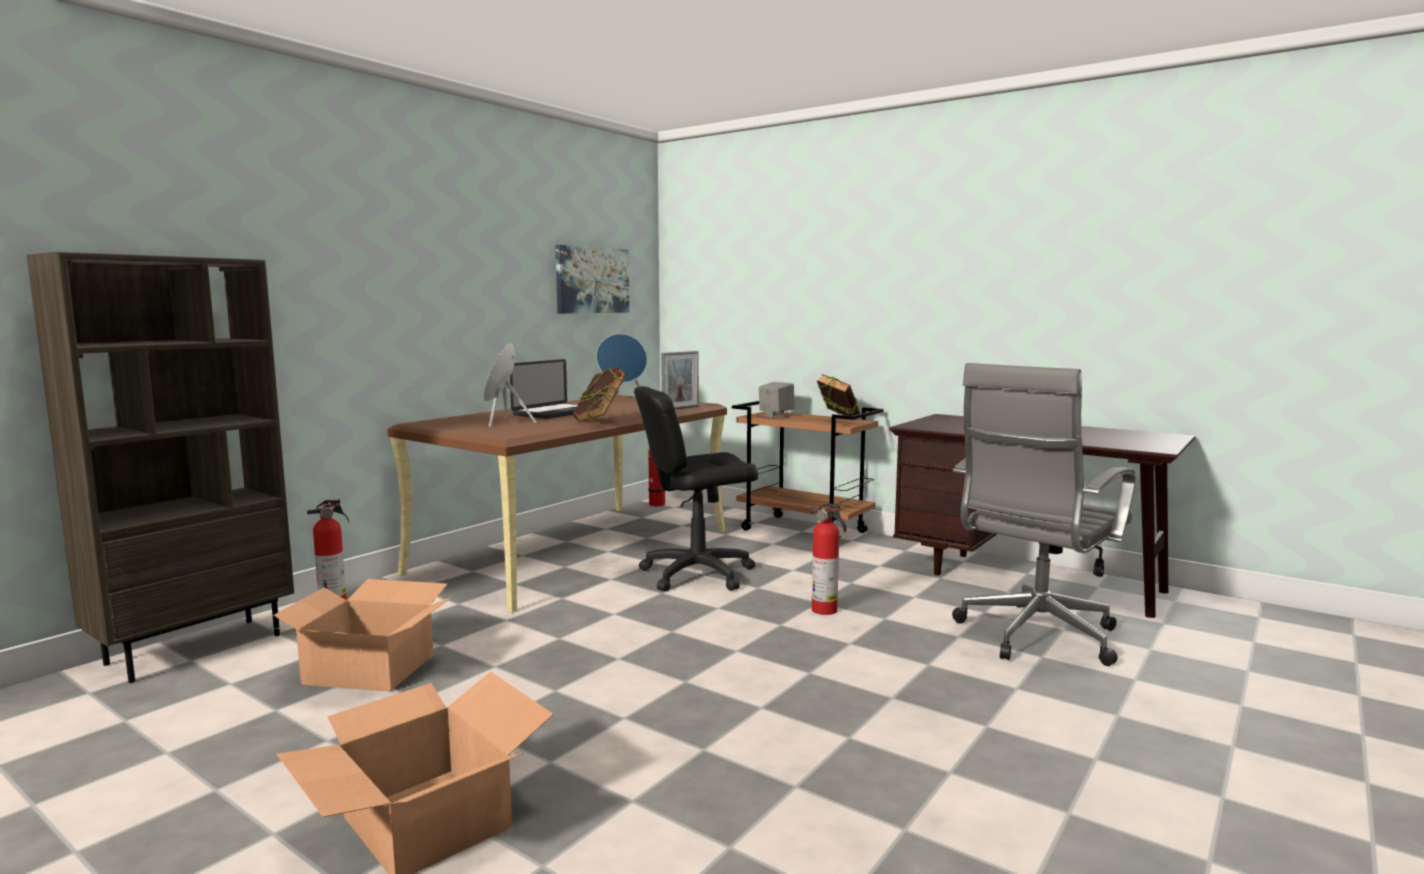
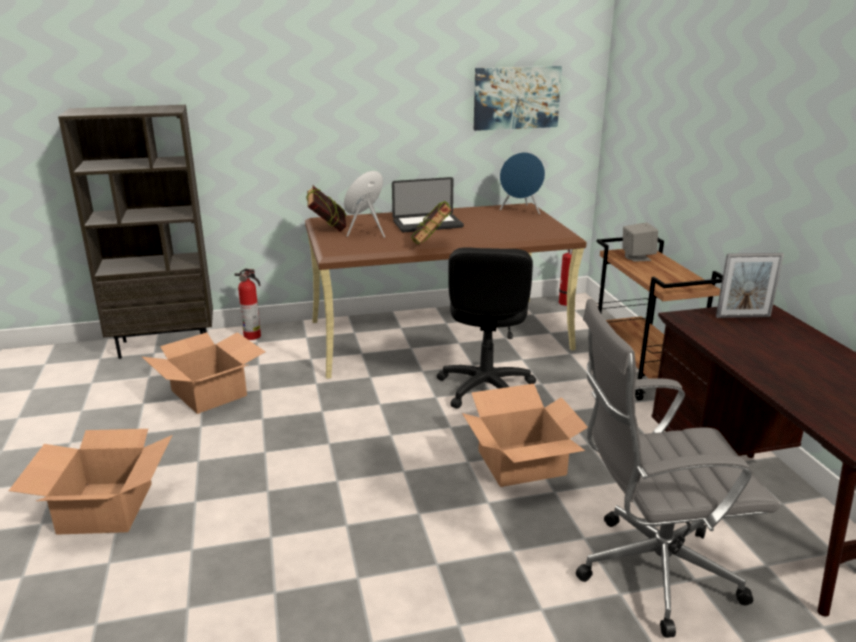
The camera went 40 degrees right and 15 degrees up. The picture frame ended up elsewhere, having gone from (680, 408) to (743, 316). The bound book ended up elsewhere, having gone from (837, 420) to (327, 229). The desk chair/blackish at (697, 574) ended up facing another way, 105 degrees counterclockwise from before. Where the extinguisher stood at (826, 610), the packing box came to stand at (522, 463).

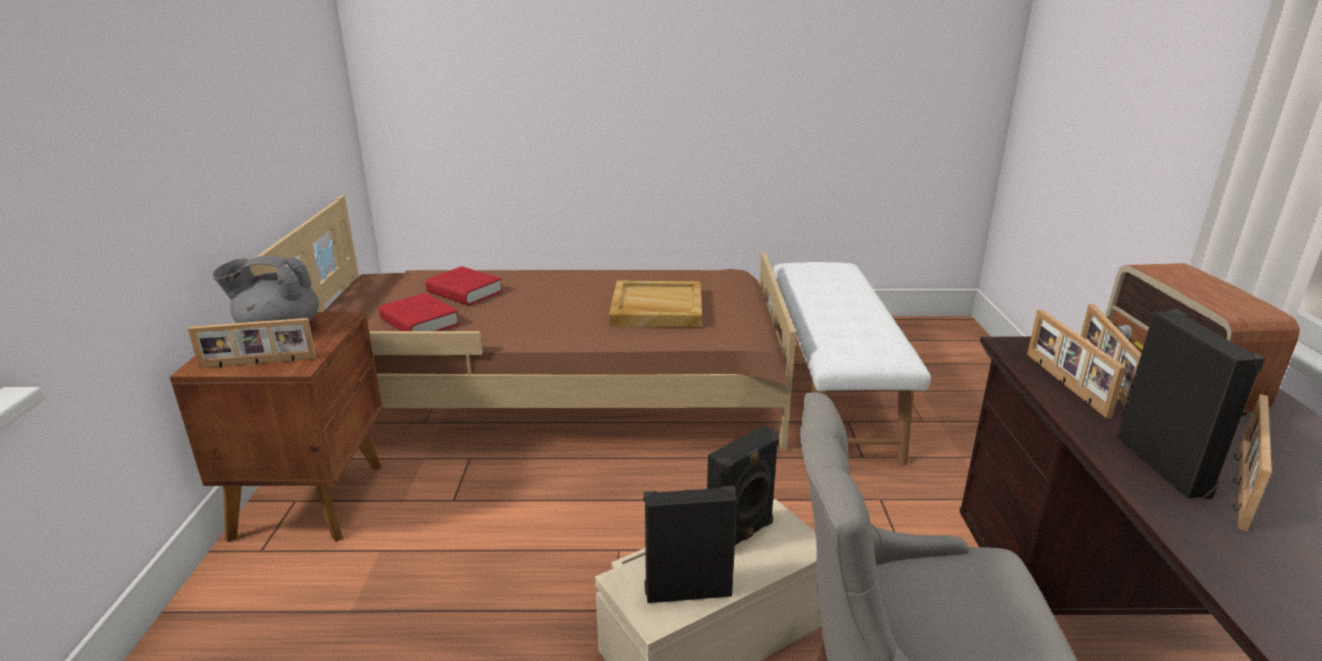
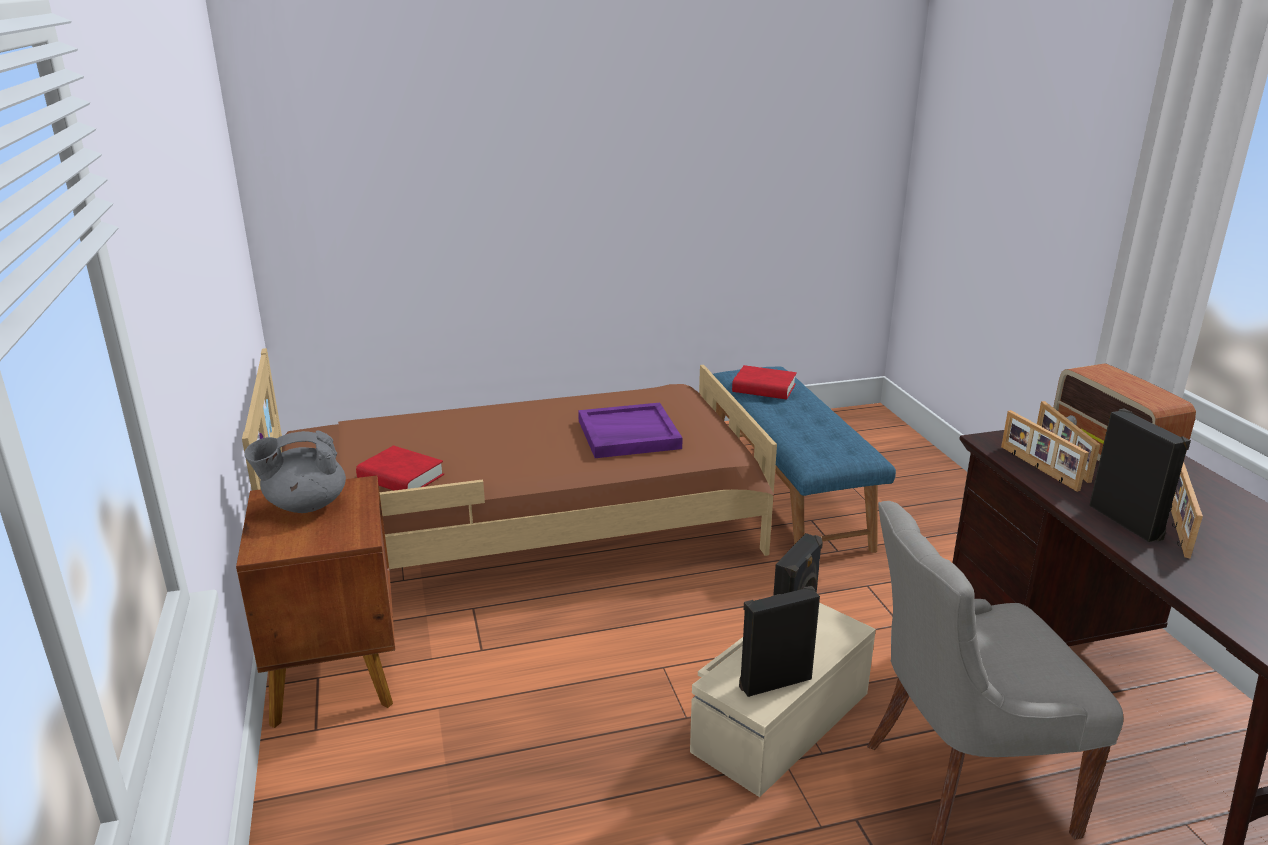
The camera went 15 degrees left and 0 degrees up. What was the long seat/whitish at (829, 393) turned into the long seat/blue-coloured at (784, 495). The bound book/red ended up elsewhere, having gone from (464, 292) to (764, 388). What was the carrying tray/sand-coloured at (656, 308) turned into the carrying tray/purplish at (628, 435). The second view lost the picture frame at (258, 363).

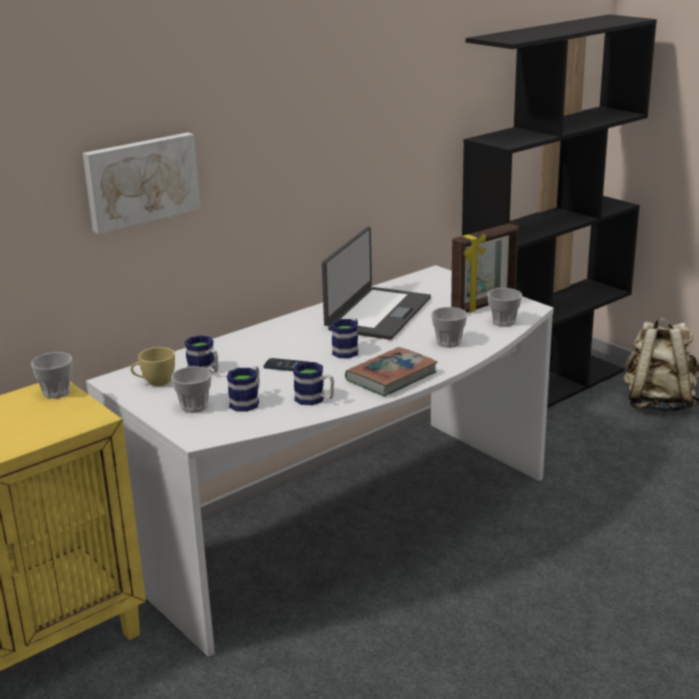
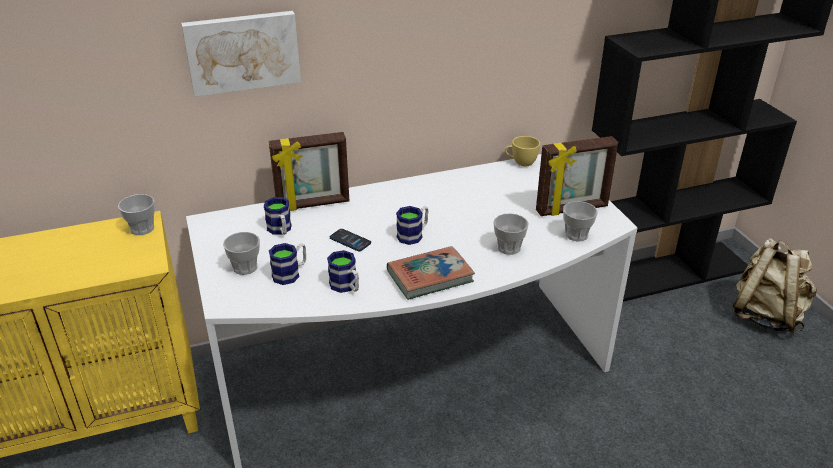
The camera went 20 degrees right and 10 degrees up. The second view lost the notebook computer at (377, 313). The drinking cup/yellow ended up elsewhere, having gone from (155, 382) to (520, 162). The second view gained the picture frame at (313, 204).

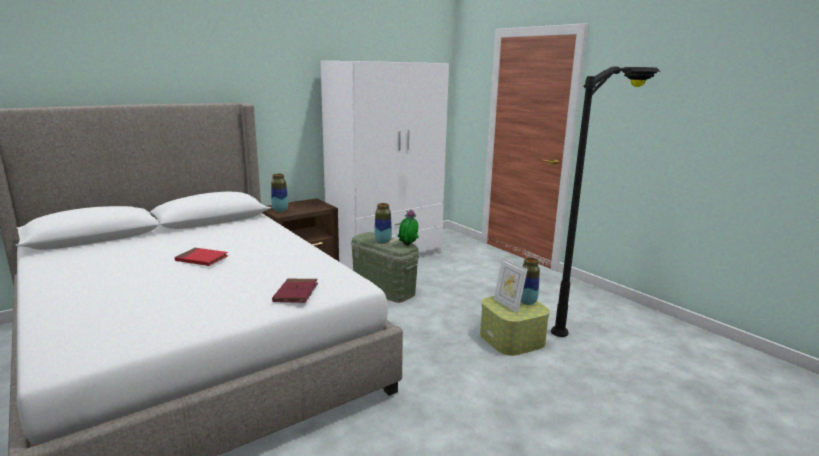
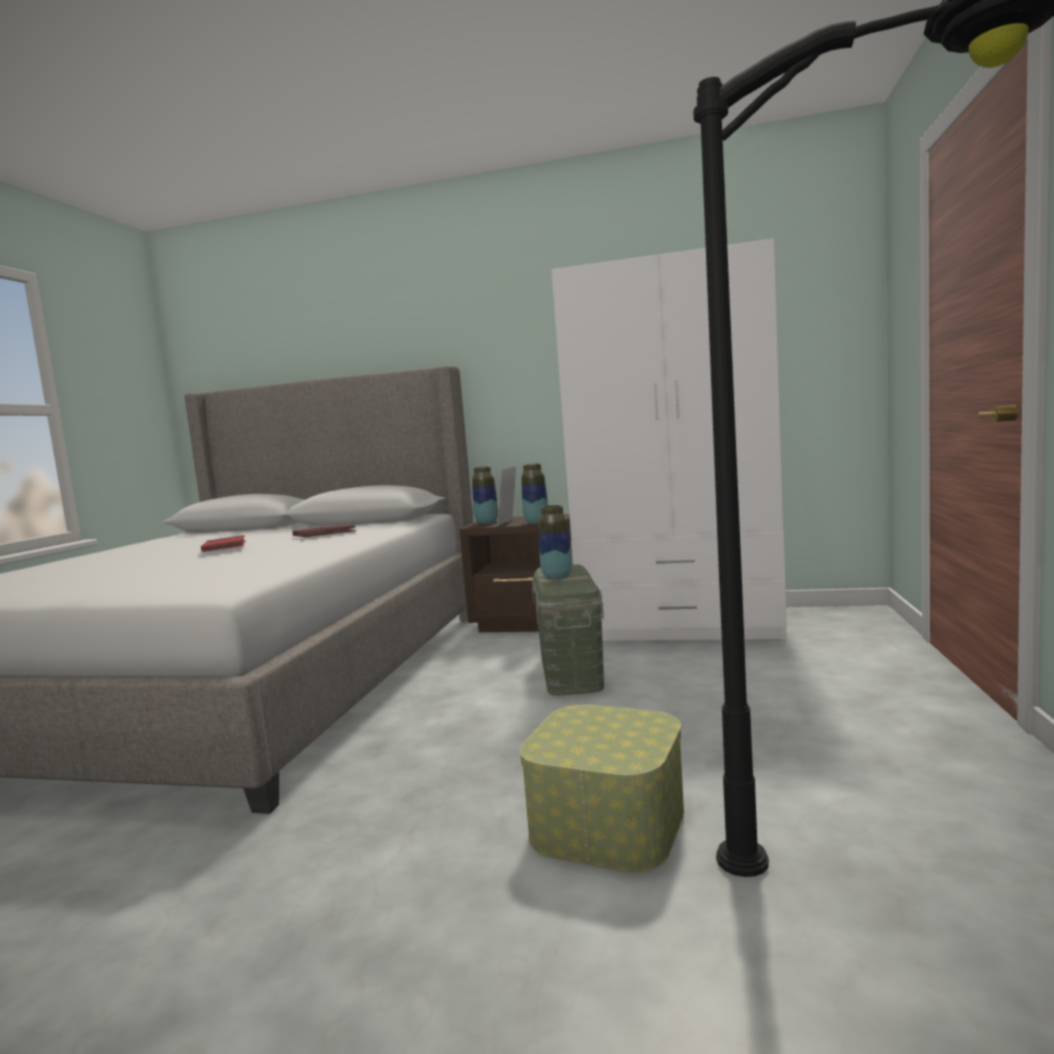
The camera went 50 degrees right and 10 degrees down. The second view lost the houseplant at (408, 246). The picture frame ended up elsewhere, having gone from (508, 305) to (509, 522). The decorative vase ended up elsewhere, having gone from (527, 302) to (536, 522). The bound book/red ended up elsewhere, having gone from (296, 293) to (324, 534).

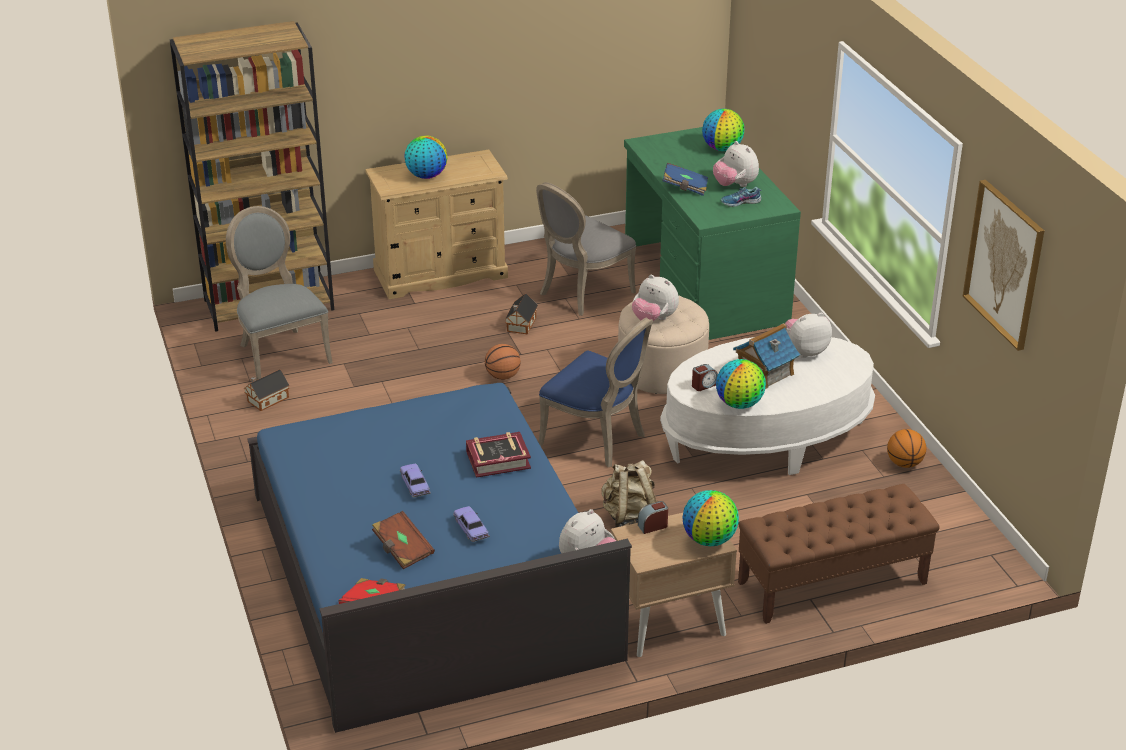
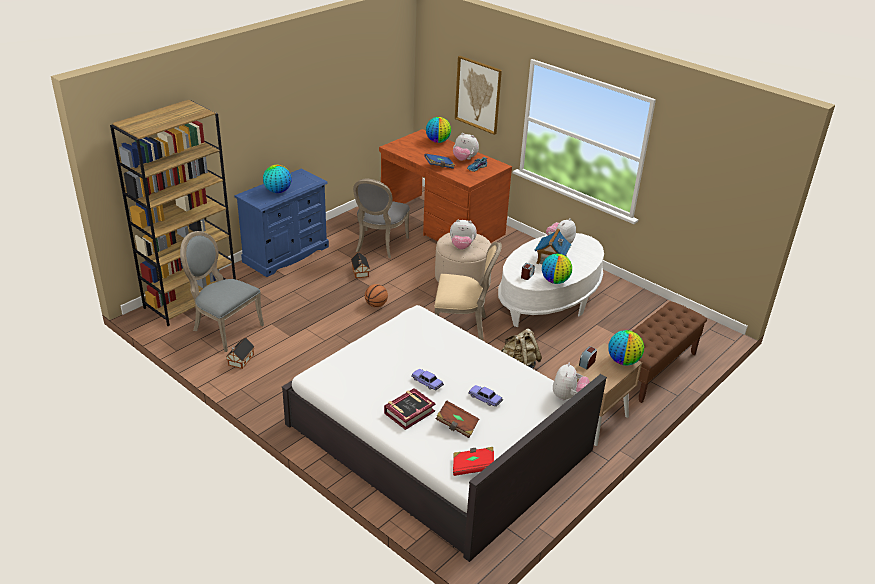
The camera went 30 degrees left and 0 degrees up. What was the desk/greenish at (703, 285) turned into the desk/brown-coloured at (441, 224). What was the drawer chest/sand-coloured at (441, 274) turned into the drawer chest/blue-coloured at (286, 254). The wall art ended up elsewhere, having gone from (1004, 264) to (478, 94). What was the chair/blue-coloured at (597, 439) turned into the chair/sand-coloured at (462, 326). What was the bedroom bed/blue-coloured at (430, 574) turned into the bedroom bed/whitish at (438, 438). The second view lost the ball for basketball at (904, 463). The bound book ended up elsewhere, having gone from (498, 460) to (409, 412).

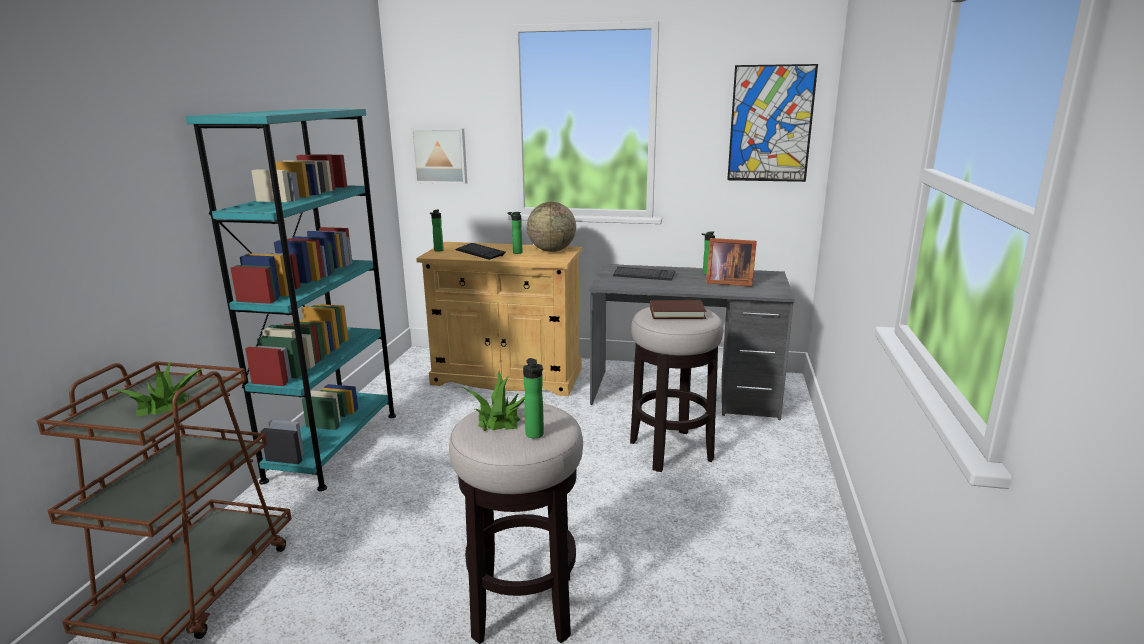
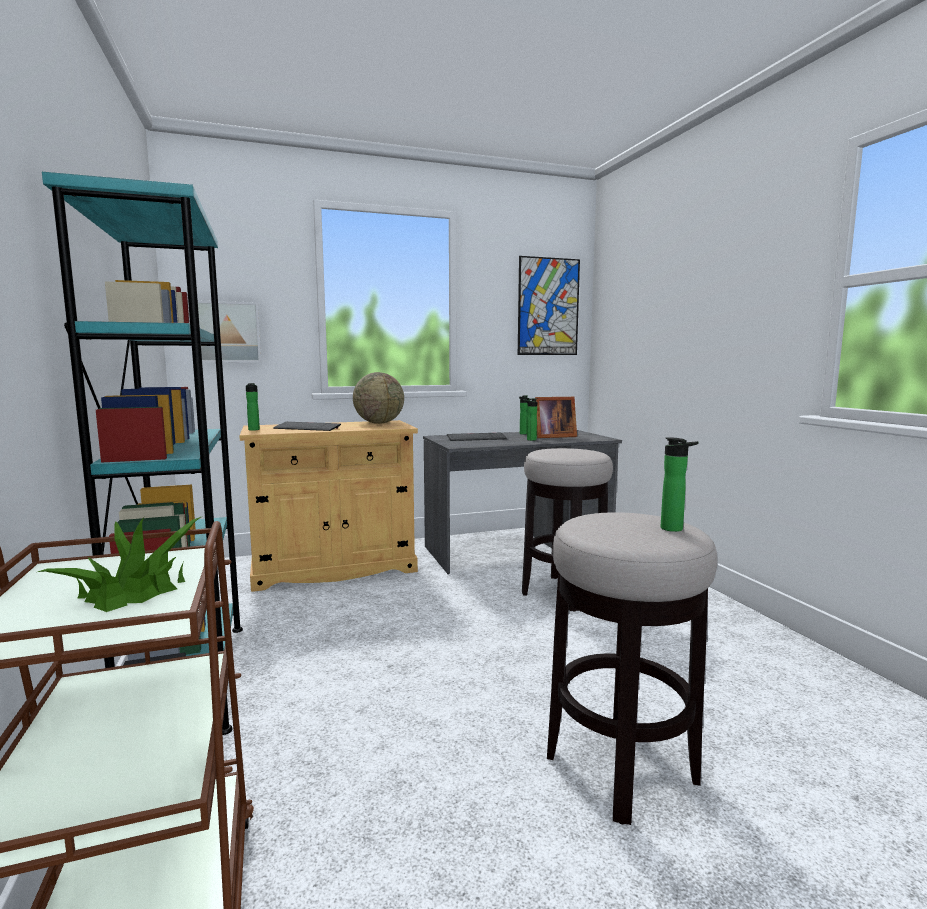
The camera went 30 degrees left and 10 degrees down. The drink bottle ended up elsewhere, having gone from (516, 252) to (530, 440). The second view lost the bound book/brown-coloured at (677, 313). The second view lost the houseplant at (499, 418).

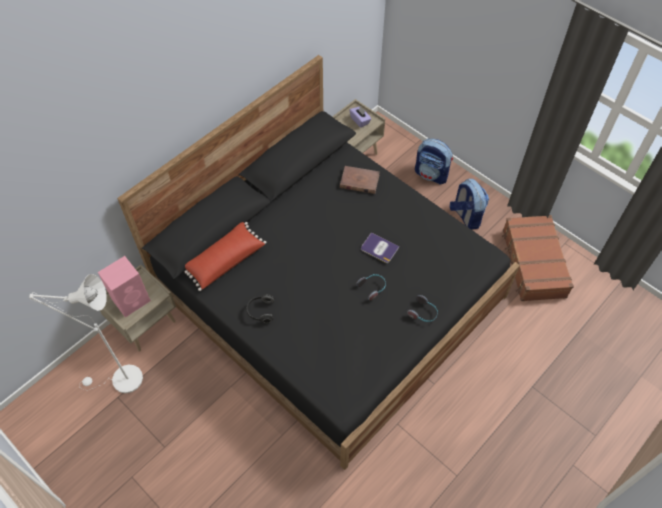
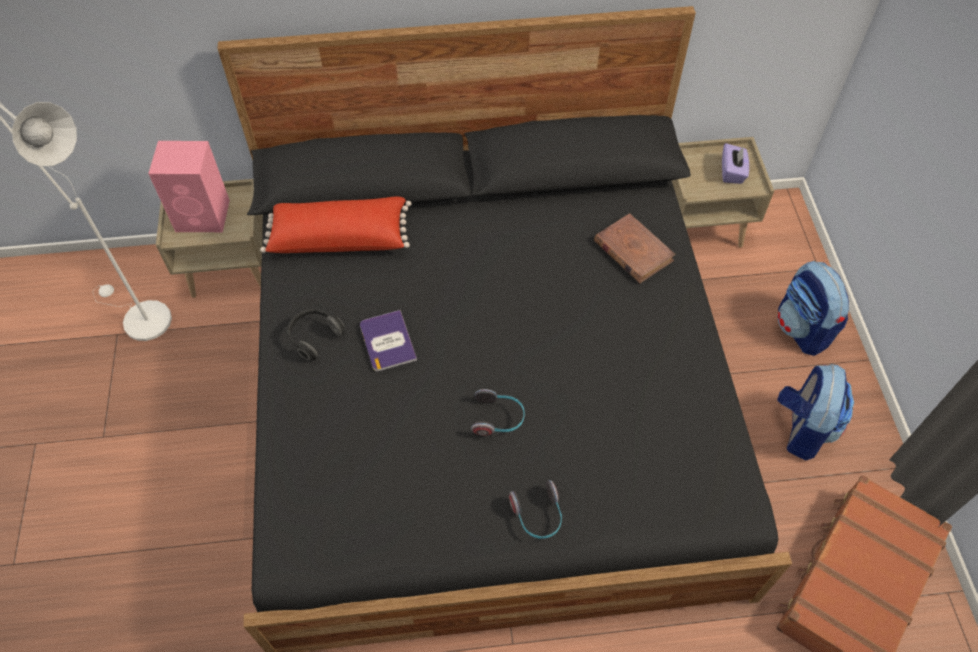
The camera went 40 degrees right and 0 degrees up. The bound book ended up elsewhere, having gone from (379, 248) to (387, 341).

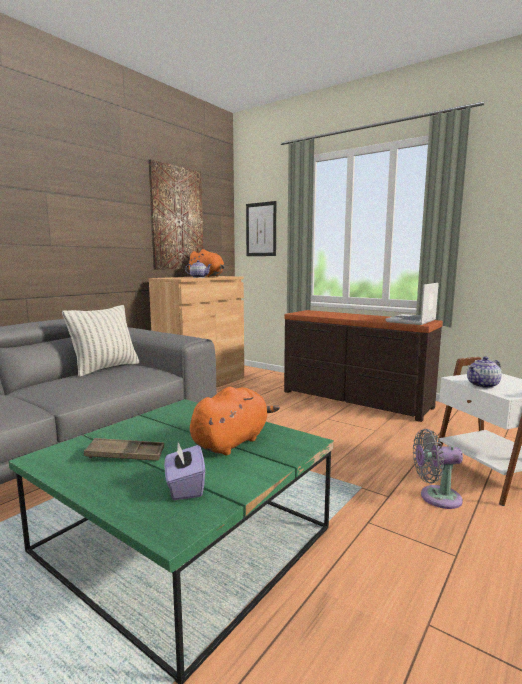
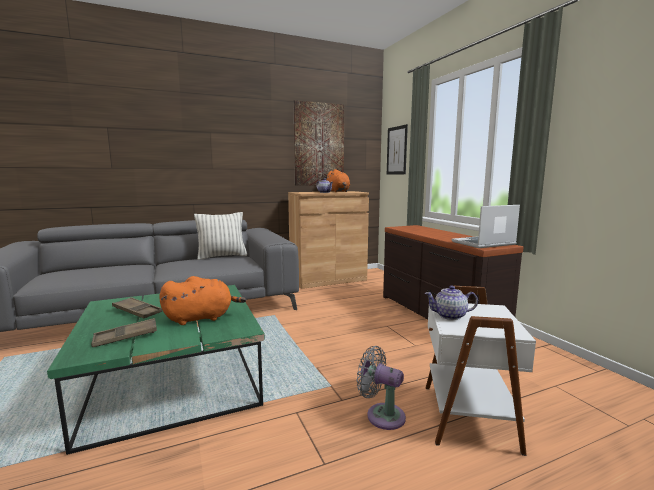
The camera went 30 degrees right and 0 degrees up. Where the tissue holder/purplish stood at (185, 487), the carrying tray/brown-coloured came to stand at (126, 337).

